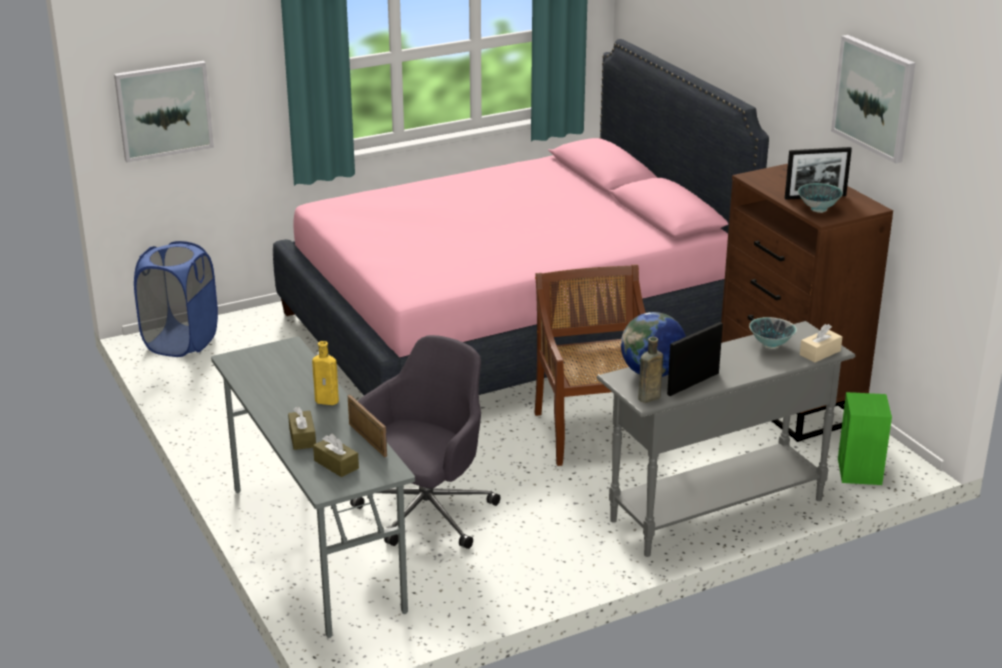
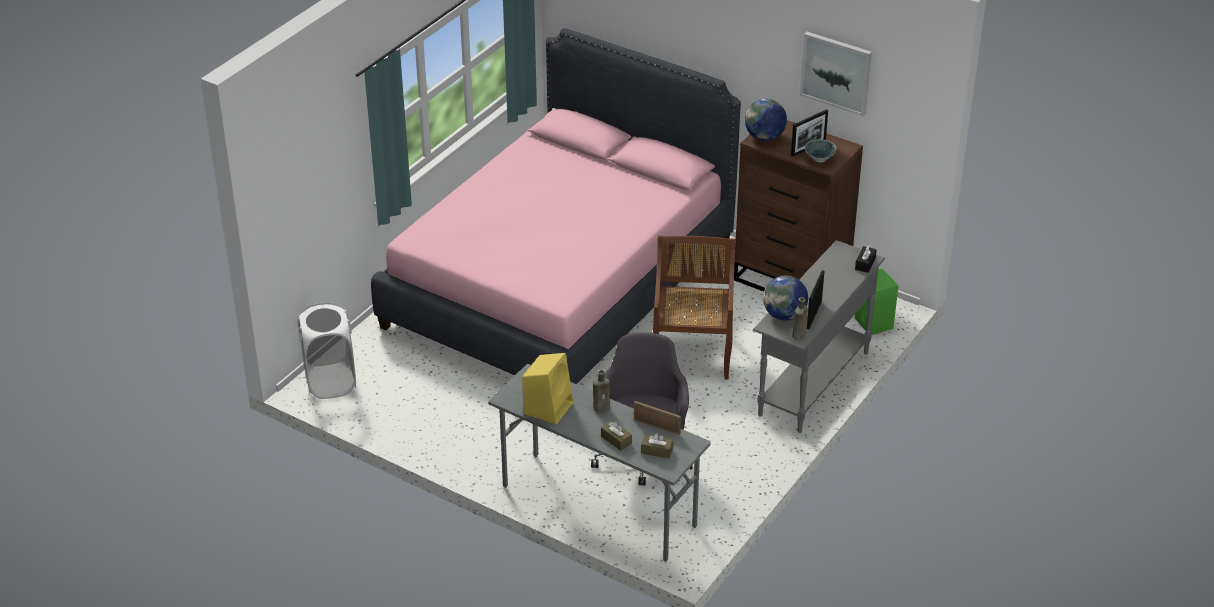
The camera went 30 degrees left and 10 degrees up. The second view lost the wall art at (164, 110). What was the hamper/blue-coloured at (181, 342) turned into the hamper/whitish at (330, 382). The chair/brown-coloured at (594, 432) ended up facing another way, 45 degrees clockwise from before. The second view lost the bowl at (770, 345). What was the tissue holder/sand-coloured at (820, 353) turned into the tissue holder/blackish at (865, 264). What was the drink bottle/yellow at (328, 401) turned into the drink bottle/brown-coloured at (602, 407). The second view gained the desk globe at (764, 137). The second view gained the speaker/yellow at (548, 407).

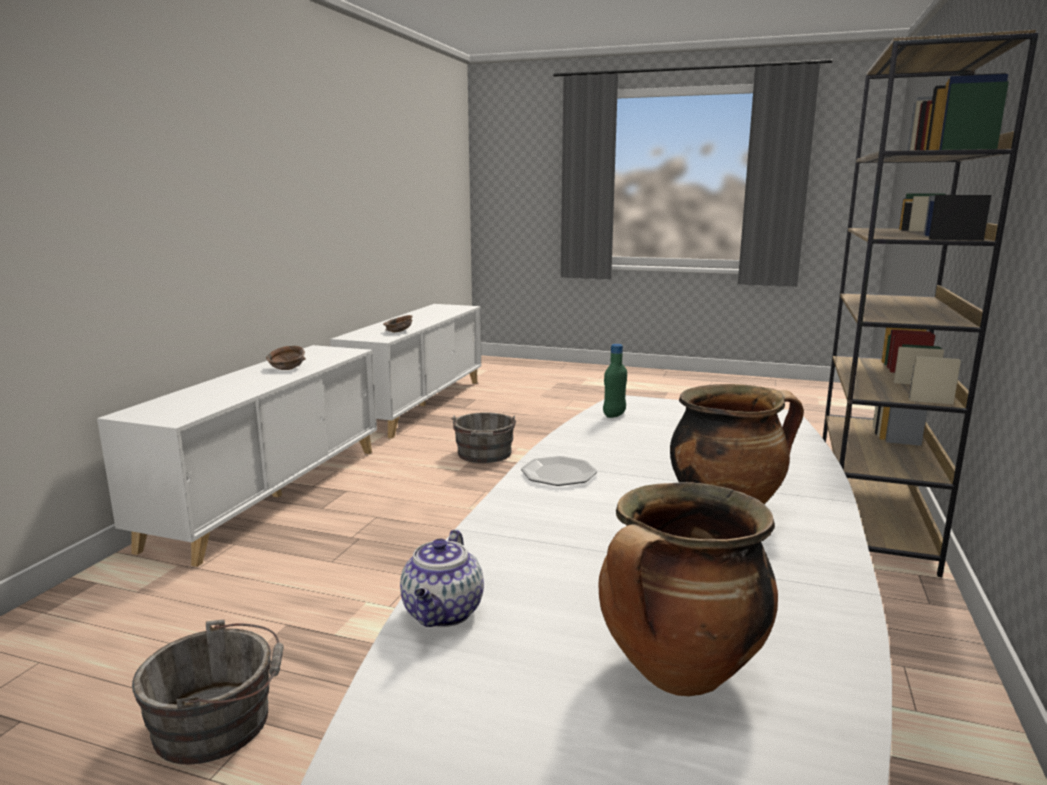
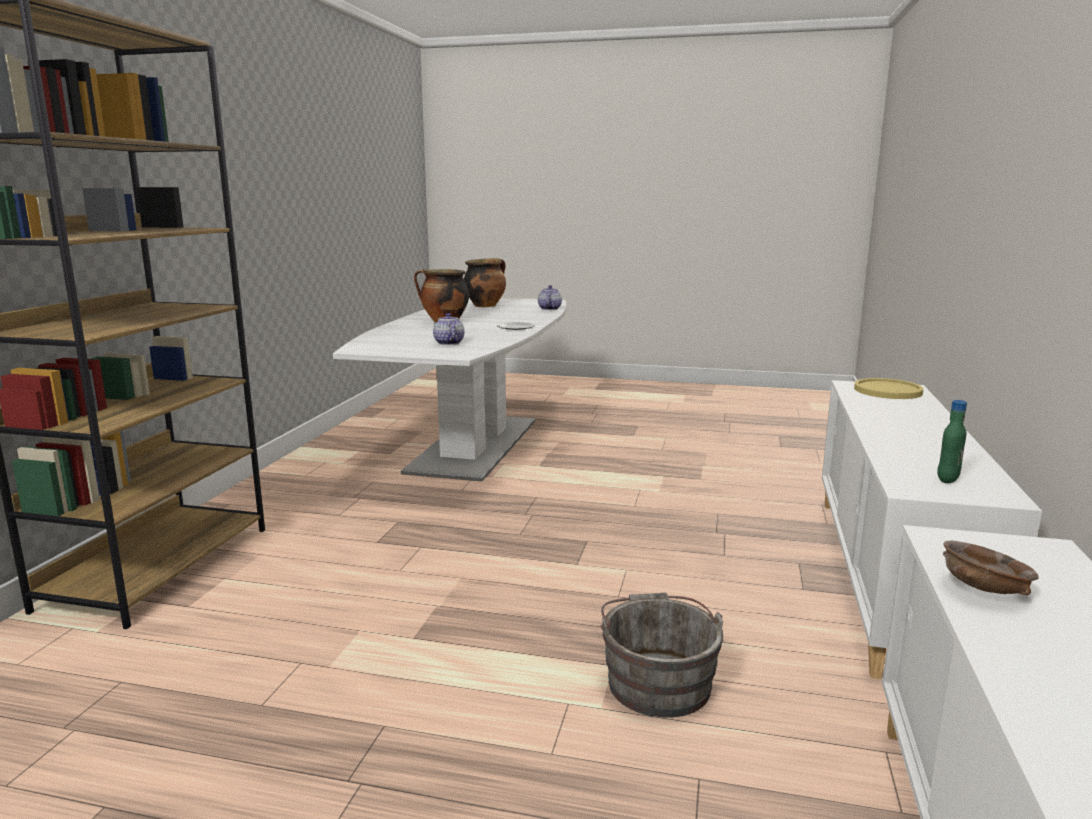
The camera went 175 degrees right and 0 degrees up. The drink bottle/greenish ended up elsewhere, having gone from (614, 415) to (947, 479). The second view lost the bowl/brown-coloured at (287, 368). The second view lost the pail/greyish at (219, 722). The second view gained the pot for tea at (448, 343). The second view gained the plate/yellow at (887, 390).

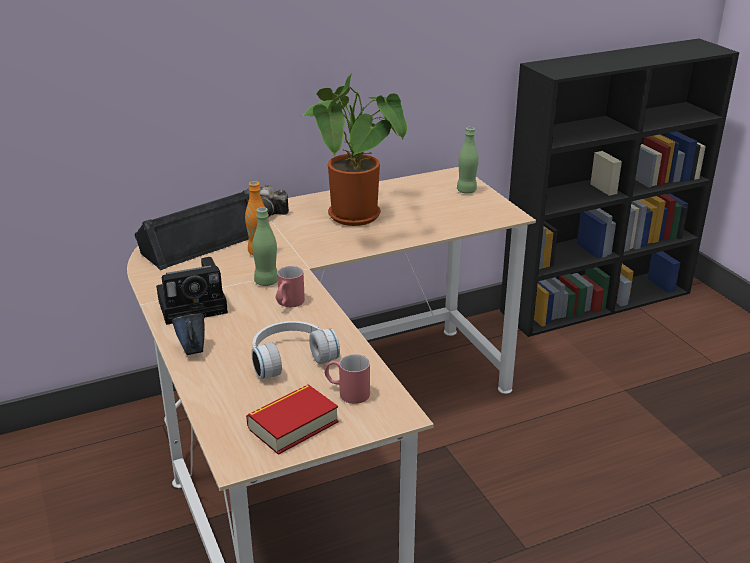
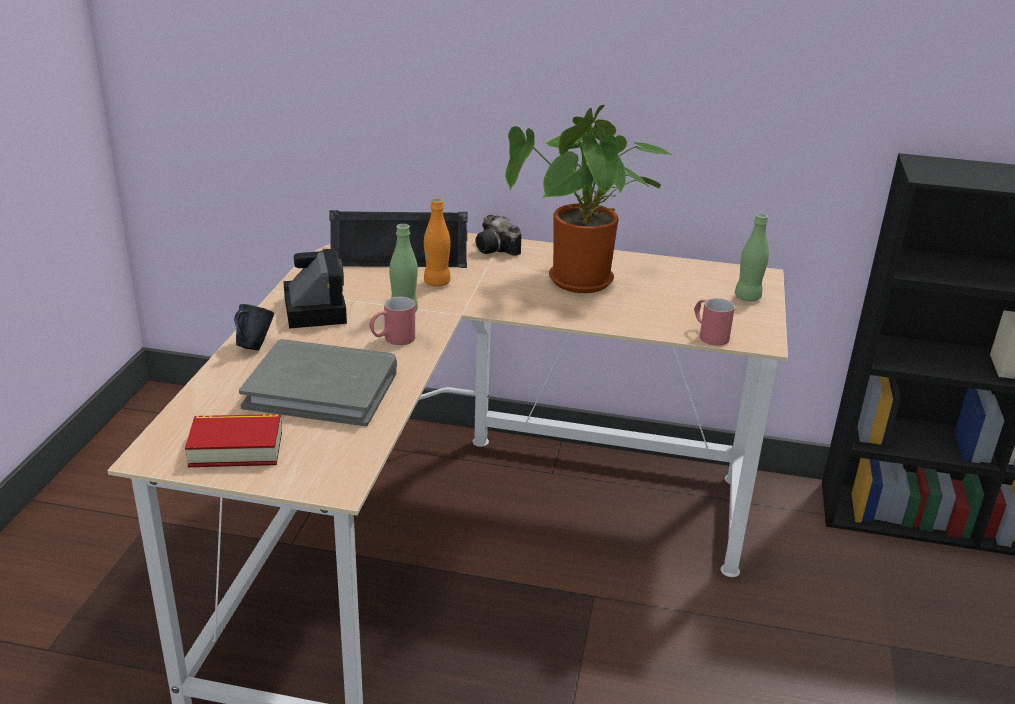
The camera went 35 degrees right and 0 degrees up. The still camera at (195, 305) ended up facing another way, 120 degrees counterclockwise from before. Where the headphones/whitish stood at (290, 357), the bound book/greyish came to stand at (322, 388). The mug/red ended up elsewhere, having gone from (347, 392) to (709, 335).

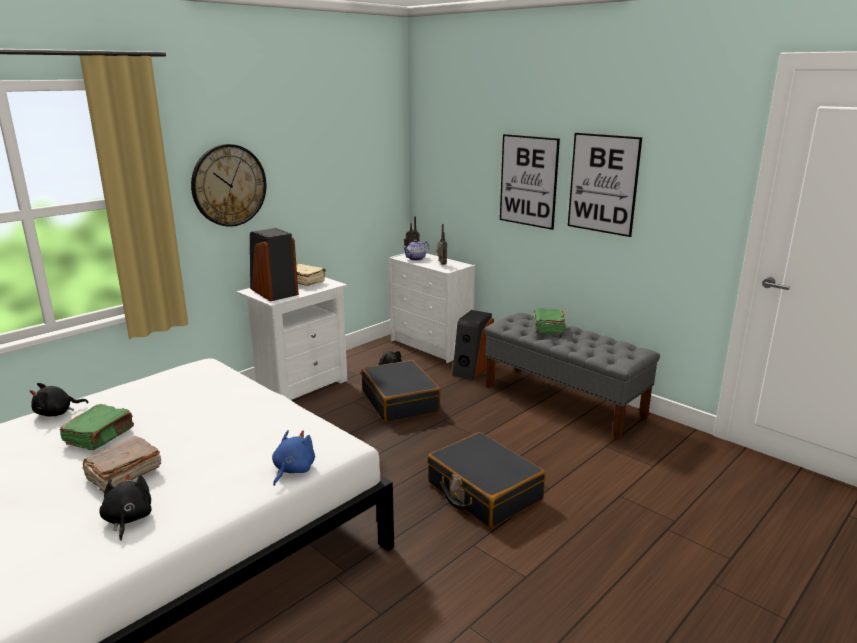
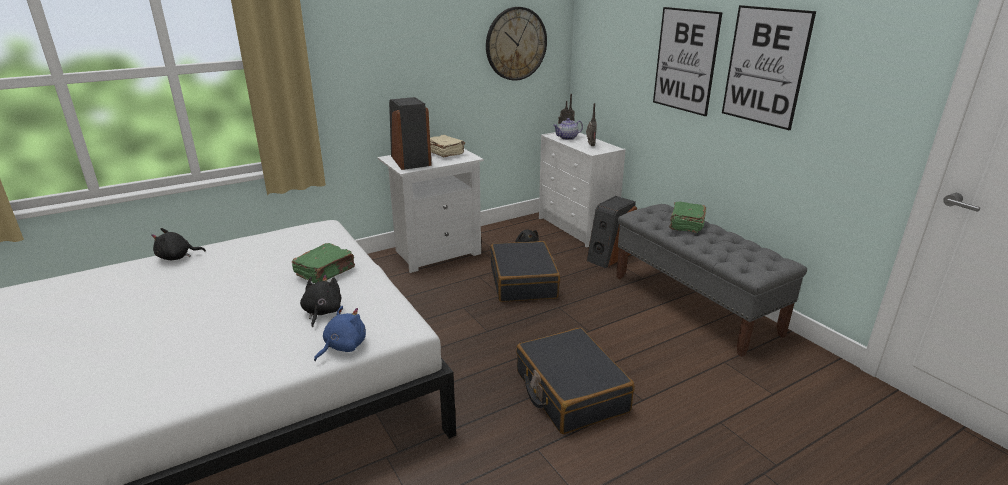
The camera went 15 degrees right and 5 degrees up. The wall clock ended up elsewhere, having gone from (229, 185) to (516, 44). The bound book/greenish ended up elsewhere, having gone from (100, 436) to (326, 272). The second view lost the bound book/brown-coloured at (123, 474). The cuddly toy/blackish ended up elsewhere, having gone from (128, 519) to (322, 312).

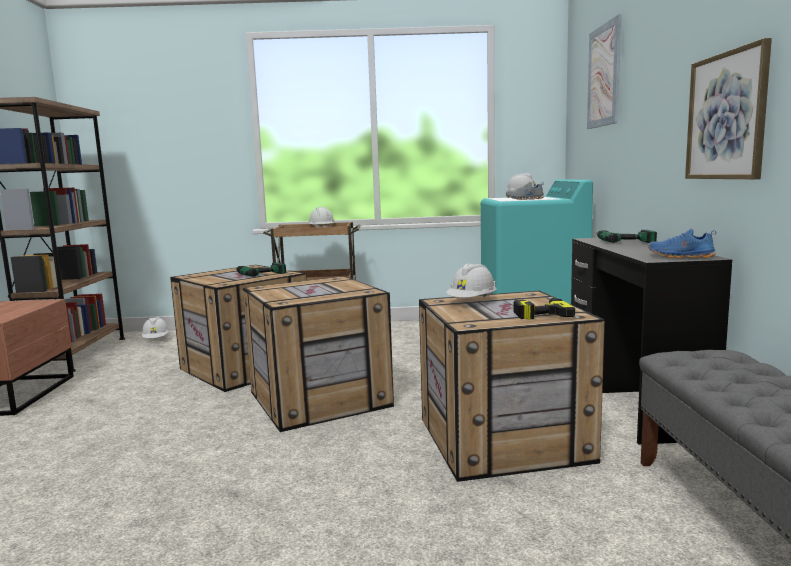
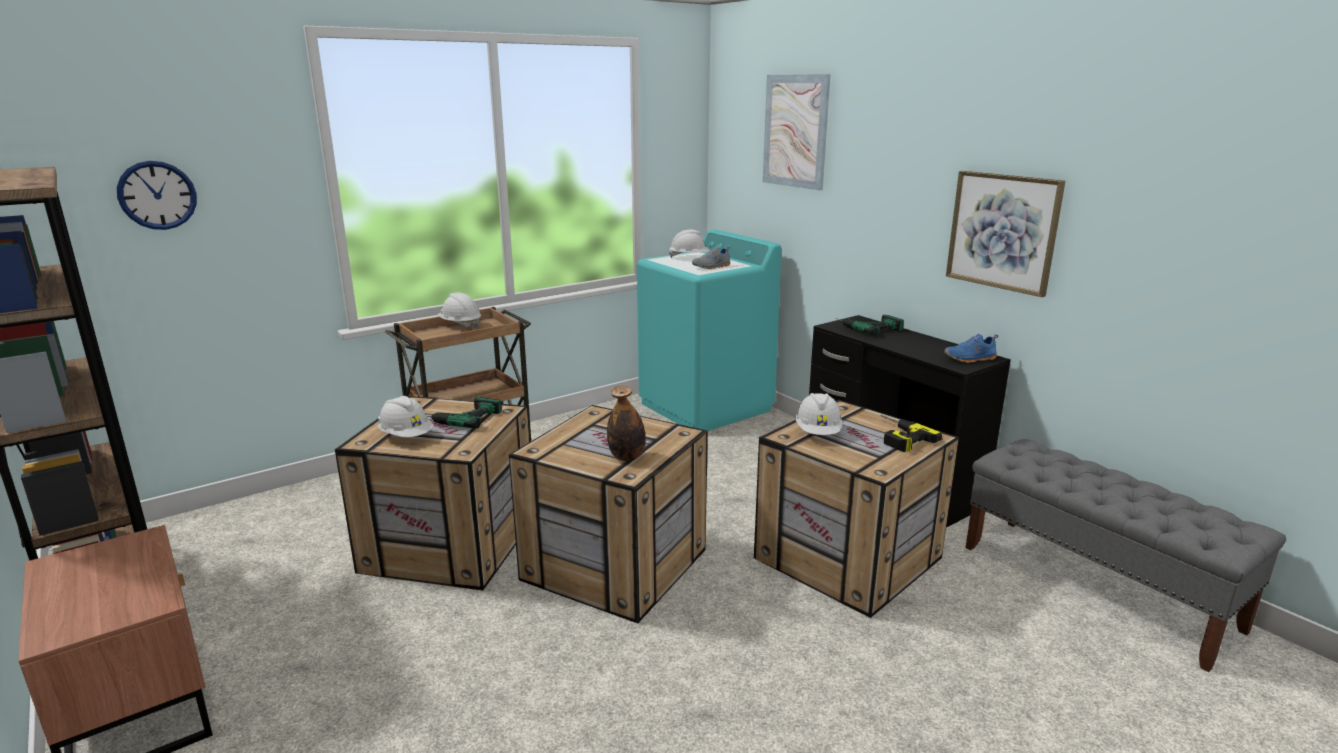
The camera went 35 degrees left and 10 degrees up. The work helmet/whitish ended up elsewhere, having gone from (156, 339) to (406, 436). The second view gained the wall clock at (157, 195). The second view gained the drink bottle at (627, 457).

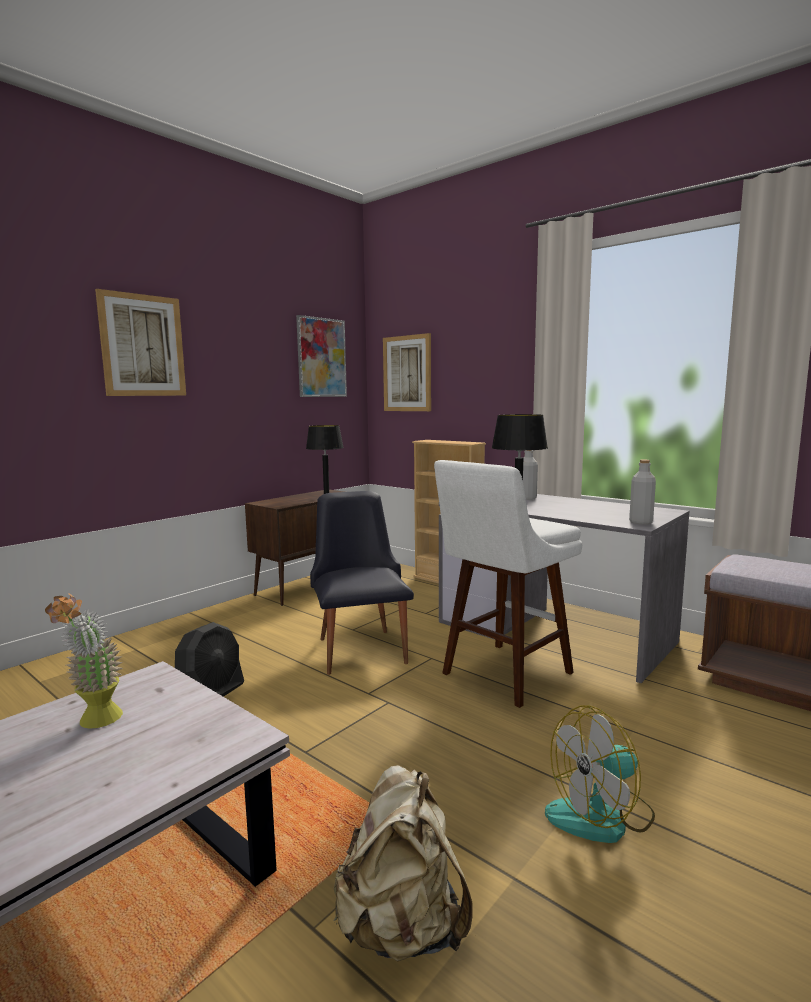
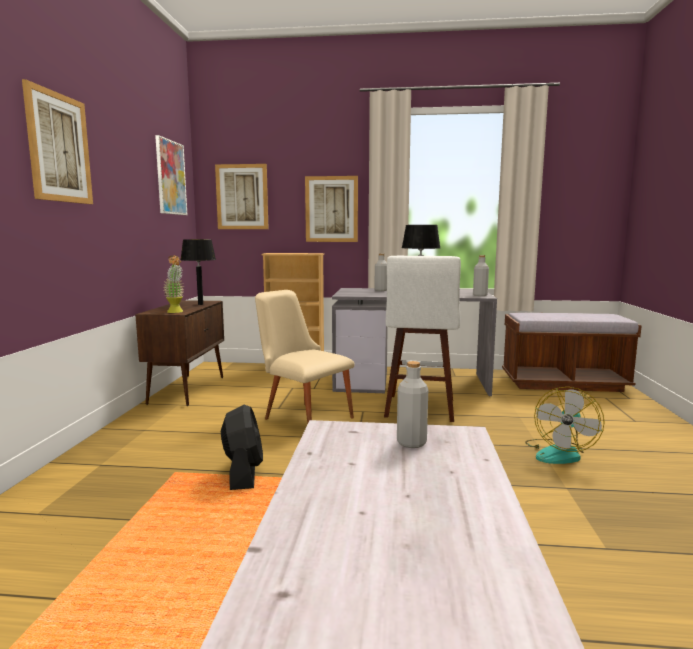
The camera went 35 degrees left and 0 degrees up. What was the chair/blackish at (360, 646) turned into the chair/sand-coloured at (303, 416). The houseplant ended up elsewhere, having gone from (95, 723) to (176, 312). The second view lost the rucksack/sand-coloured at (402, 927). The second view gained the wall art at (331, 209). The second view gained the drink bottle/greyish at (411, 443).

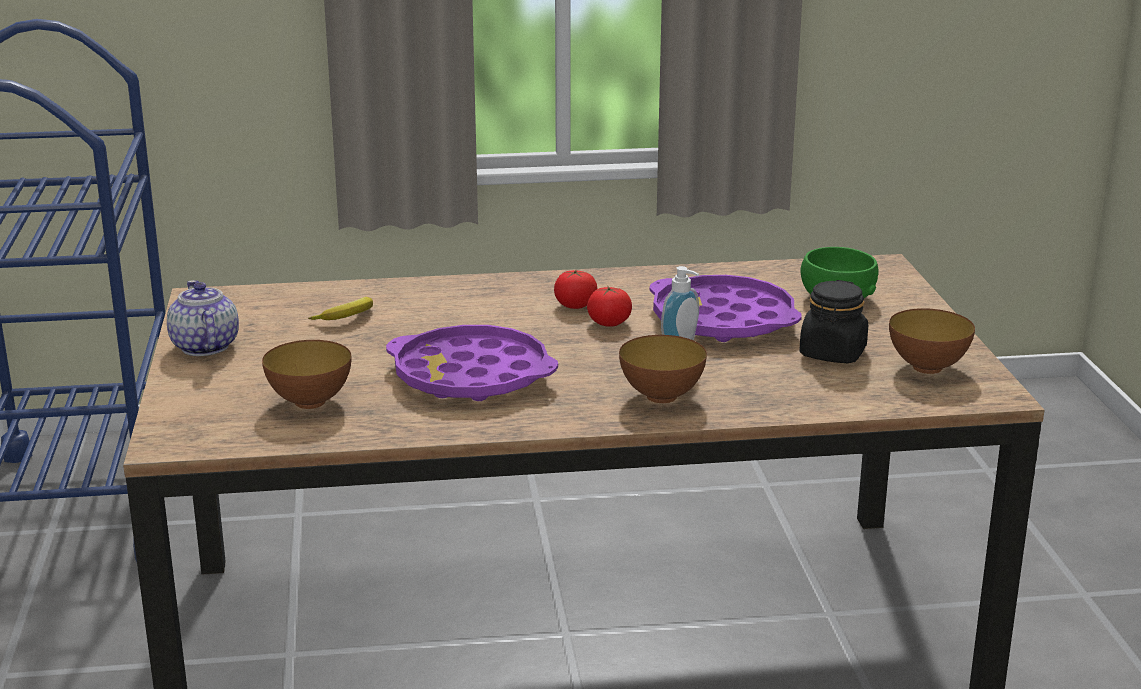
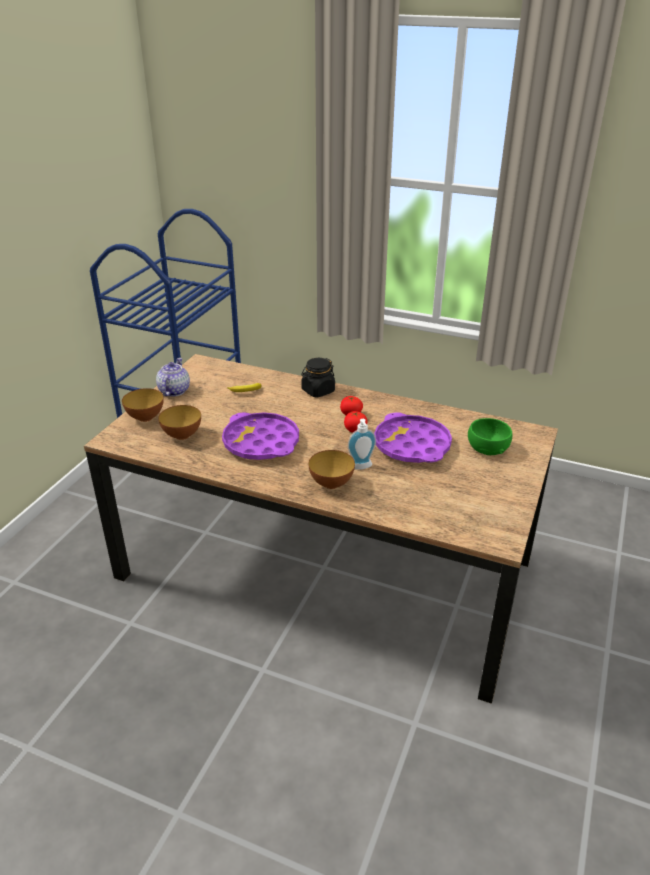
The camera went 30 degrees right and 10 degrees up. The jar/blackish ended up elsewhere, having gone from (832, 353) to (318, 391). The bowl ended up elsewhere, having gone from (927, 367) to (145, 418).

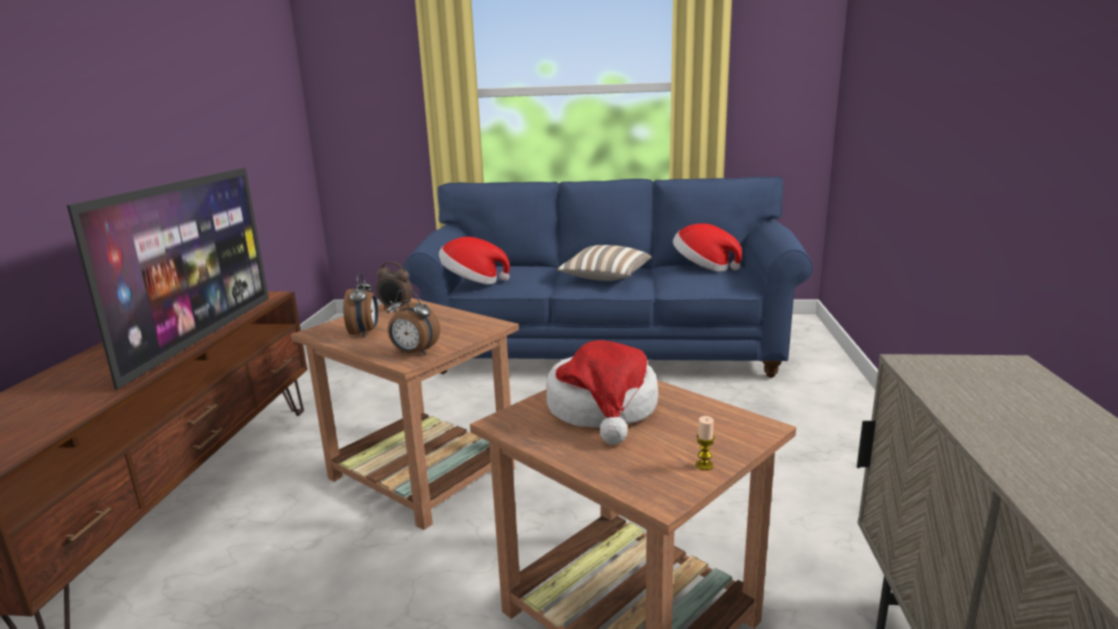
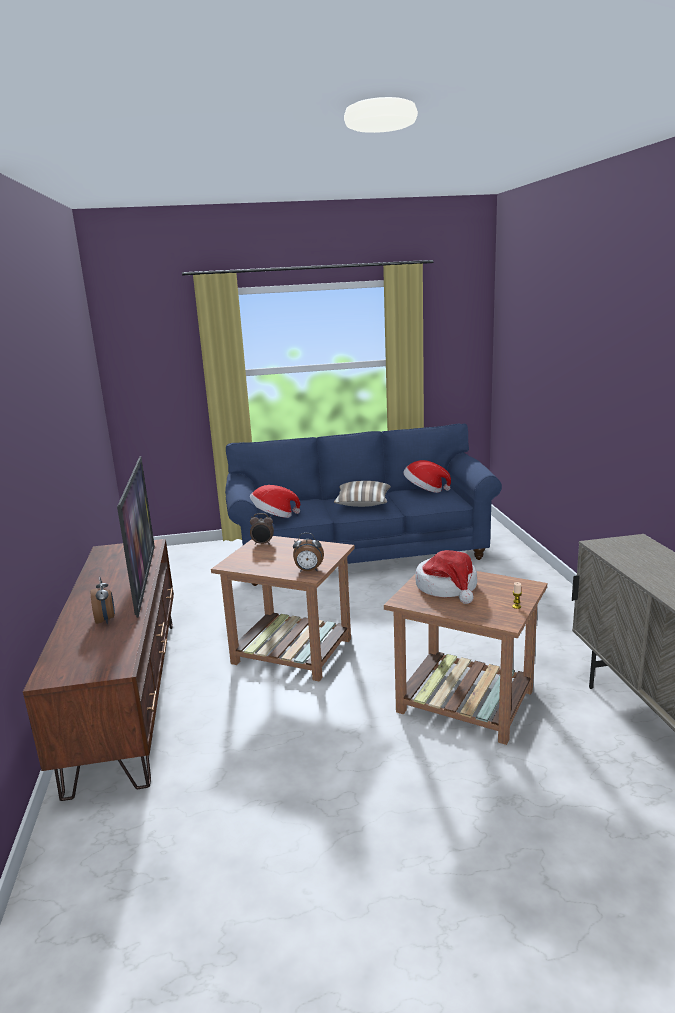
The camera went 15 degrees left and 0 degrees up. The table clock ended up elsewhere, having gone from (365, 333) to (106, 620).

